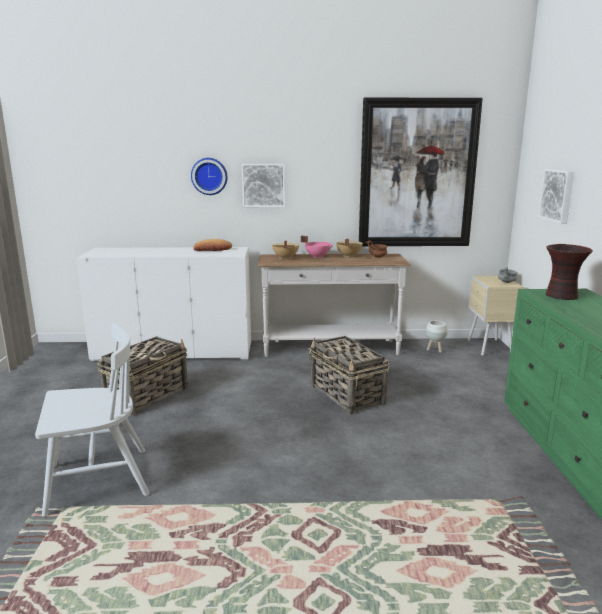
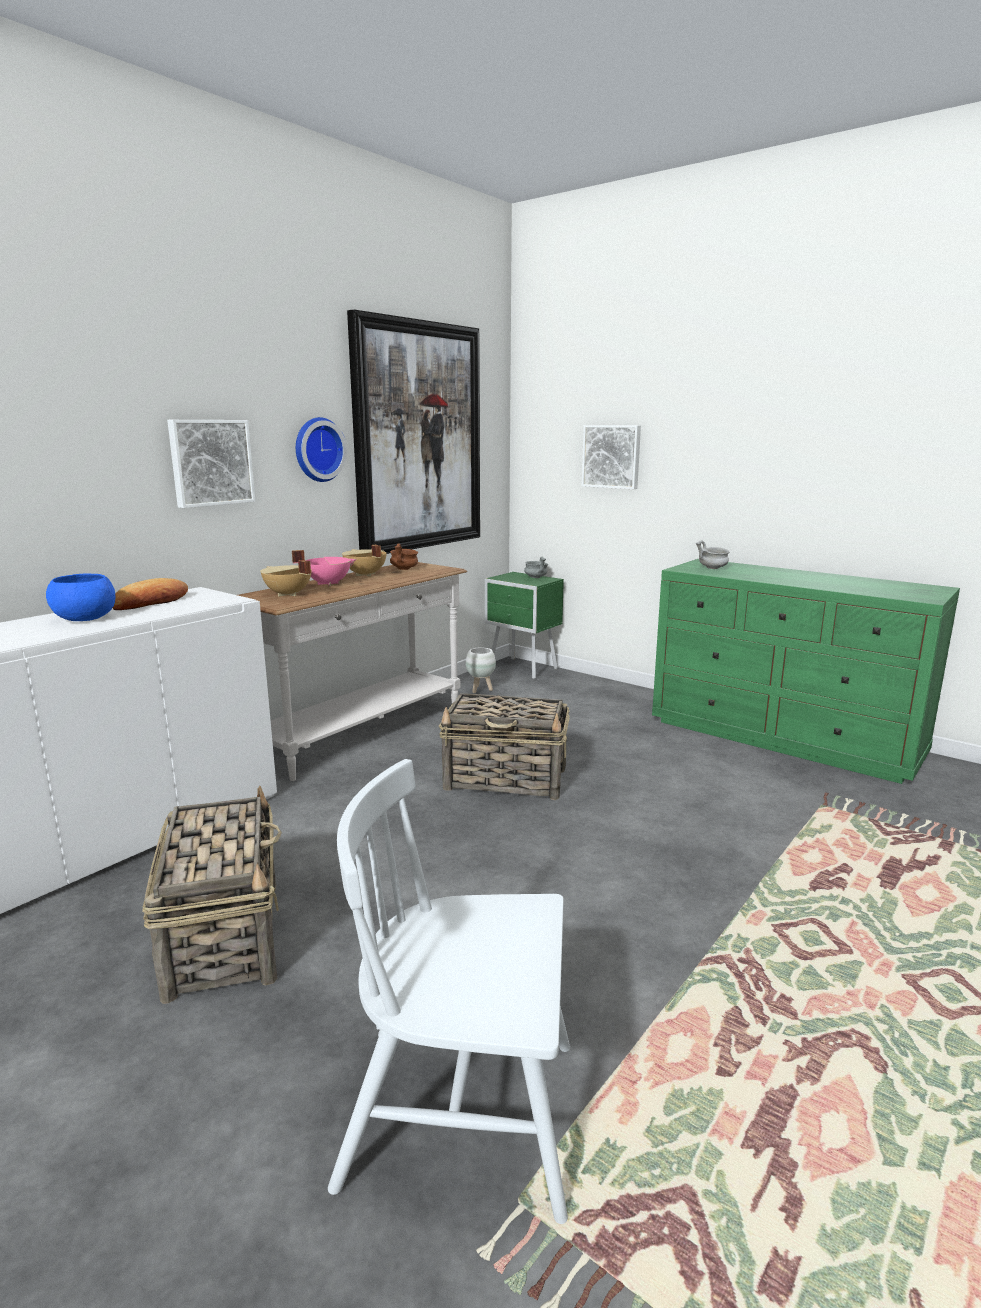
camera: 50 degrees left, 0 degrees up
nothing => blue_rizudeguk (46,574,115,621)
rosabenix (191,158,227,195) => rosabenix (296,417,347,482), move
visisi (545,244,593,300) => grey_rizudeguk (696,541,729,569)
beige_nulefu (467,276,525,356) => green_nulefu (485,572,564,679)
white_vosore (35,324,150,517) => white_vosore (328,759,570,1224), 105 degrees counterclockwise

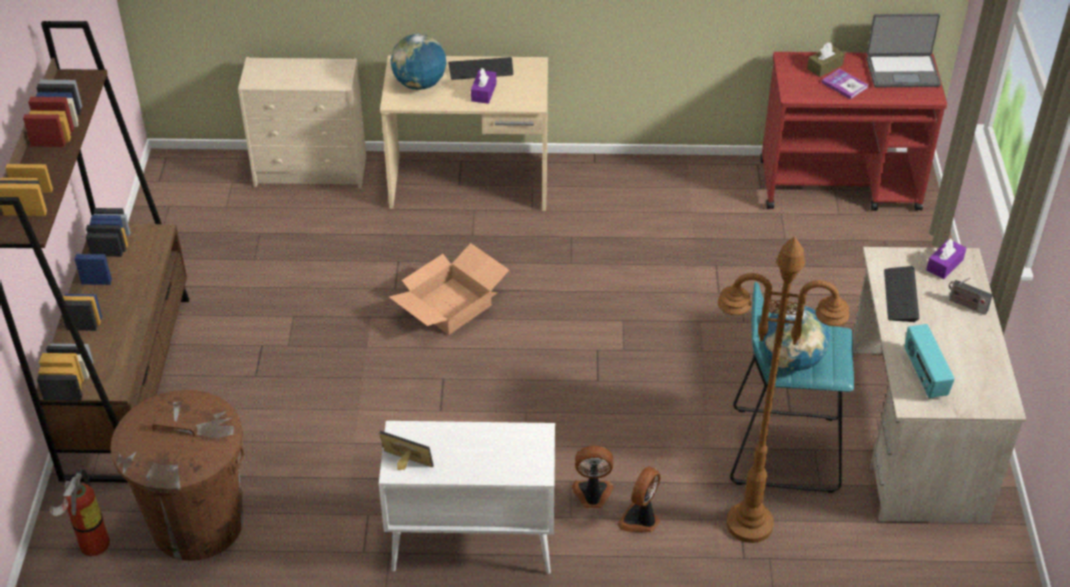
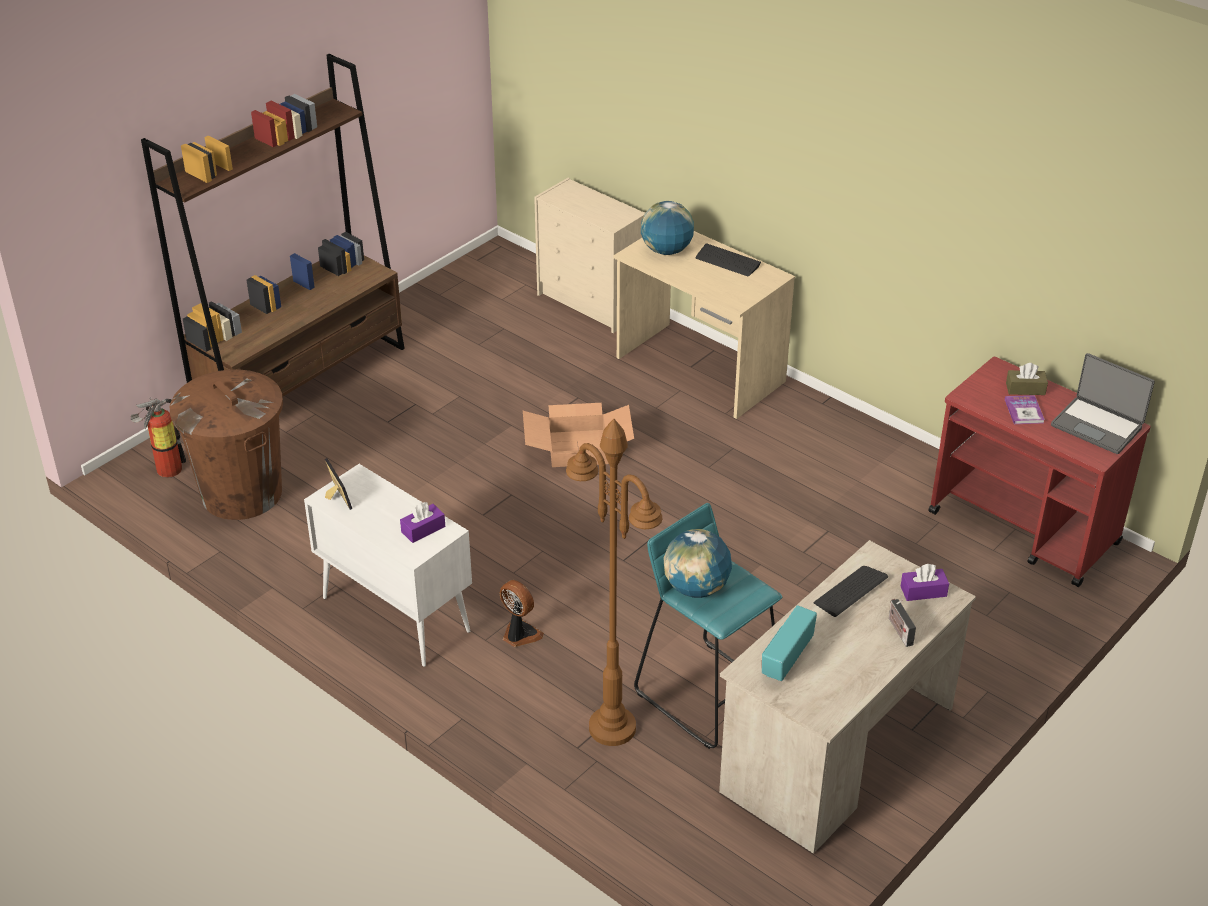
camera: 40 degrees right, 5 degrees down
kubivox (617,466,660,532) => nothing
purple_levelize (471,68,496,104) => purple_levelize (400,502,445,543), move

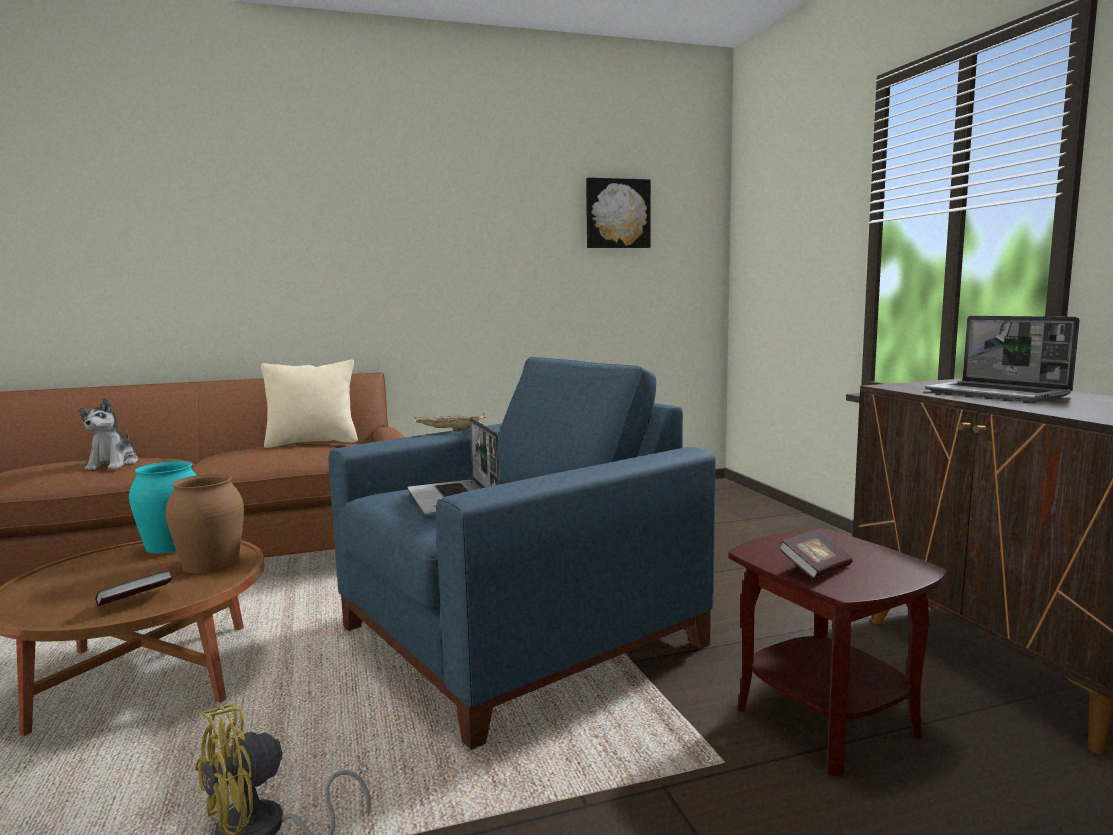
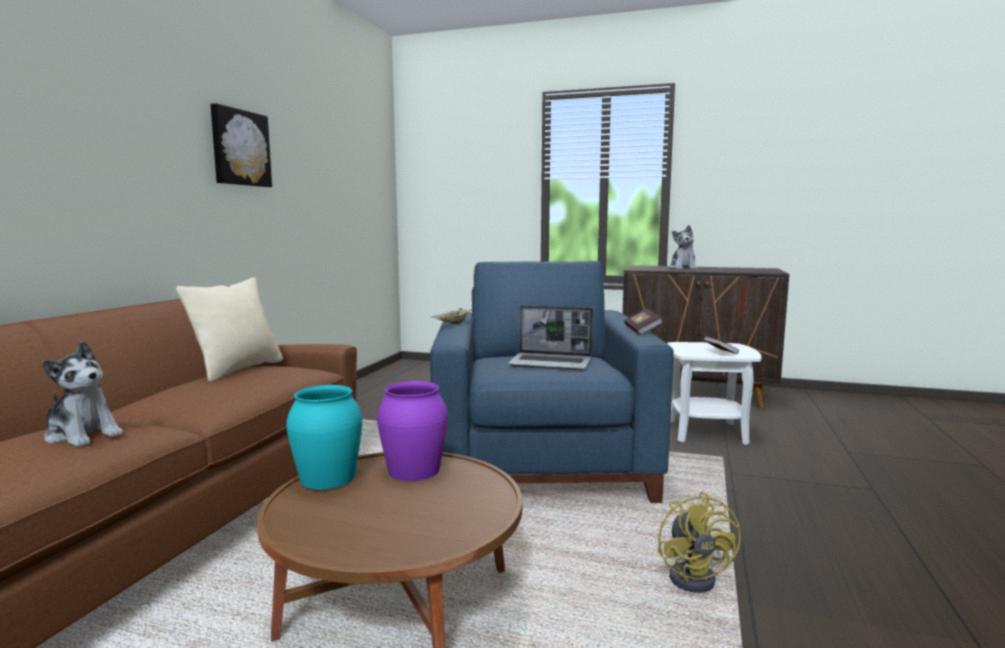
camera: 55 degrees left, 0 degrees up
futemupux (96,570,173,606) => futemupux (624,309,663,335), move
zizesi (586,177,651,248) => zizesi (210,103,272,187), move
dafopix (925,316,1080,401) => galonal (669,225,697,270)
brown_visisi (165,474,244,574) => purple_visisi (377,381,448,481)
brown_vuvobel (728,528,947,777) => white_vuvobel (667,342,762,445)

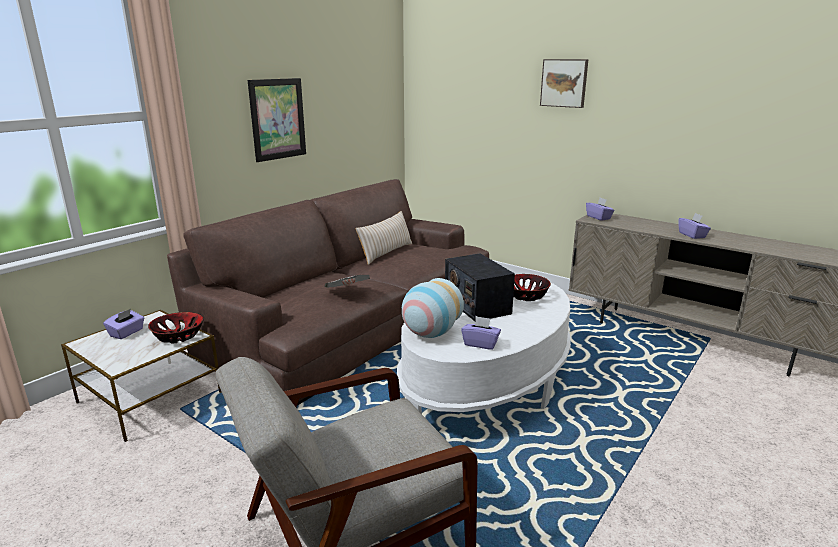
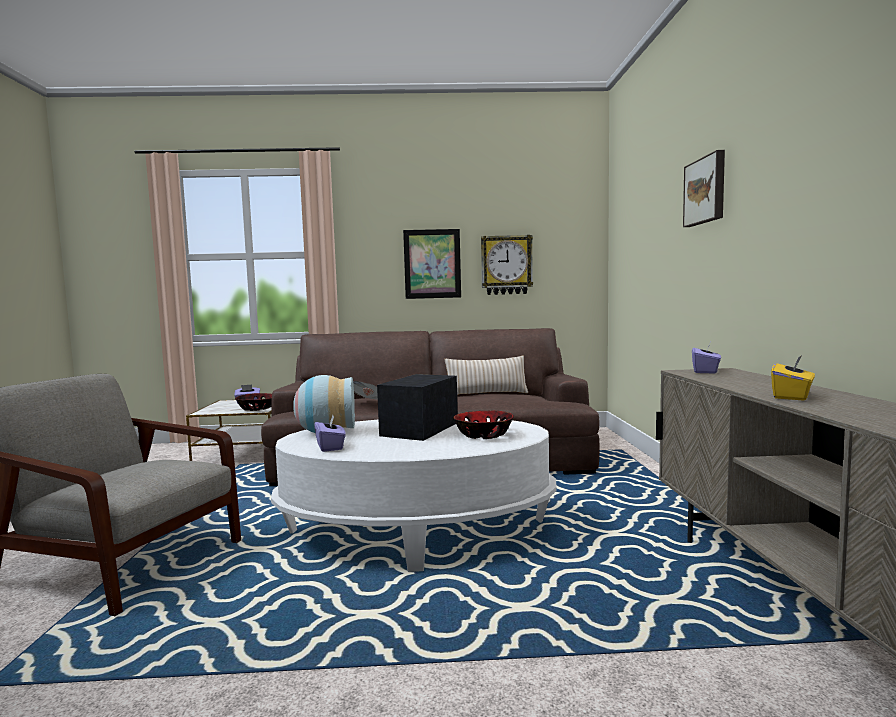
camera: 50 degrees right, 15 degrees down
nothing => rosabenix (481,235,533,295)
purple_levelize (678,213,711,239) => yellow_levelize (771,355,815,401)

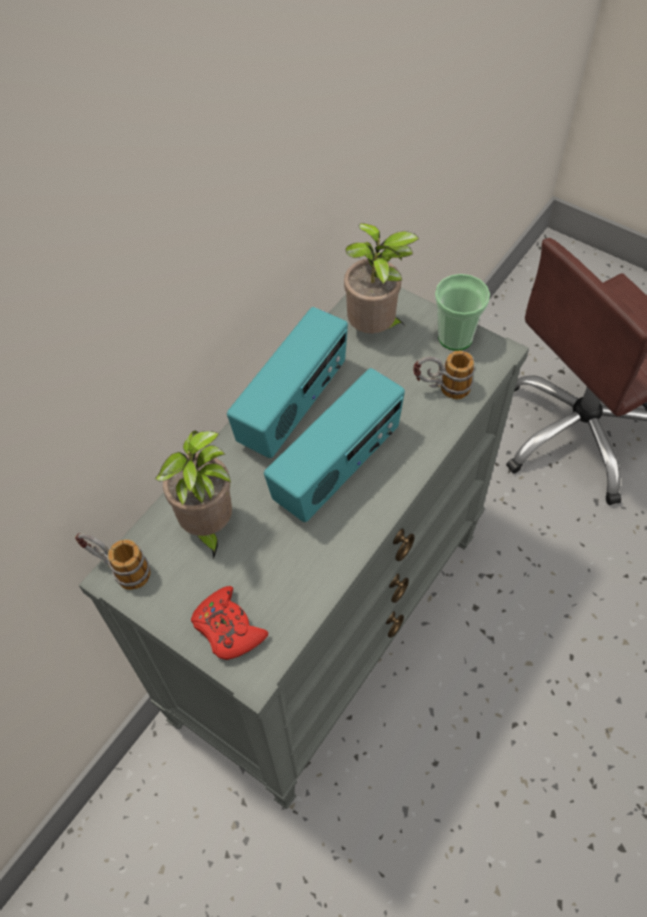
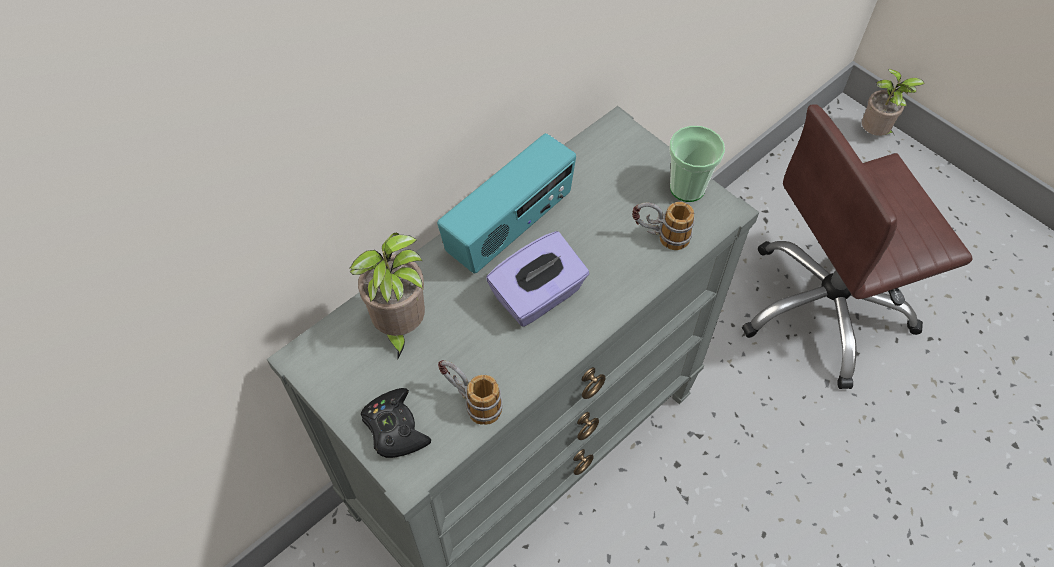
camera: 10 degrees right, 0 degrees up
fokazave (75,533,151,590) => fokazave (438,360,503,425), move
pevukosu (344,223,419,333) => pevukosu (862,69,925,136), move
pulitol (264,368,405,522) => purple_levelize (486,231,589,327)
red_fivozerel (191,586,268,660) => black_fivozerel (361,388,431,458)

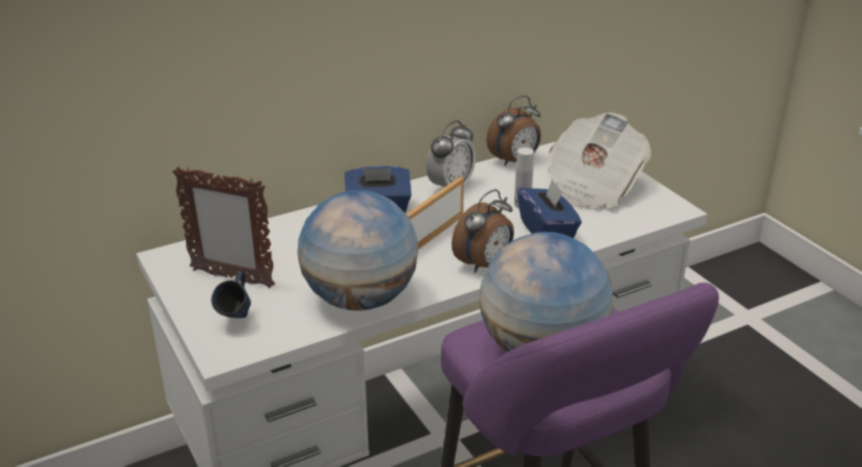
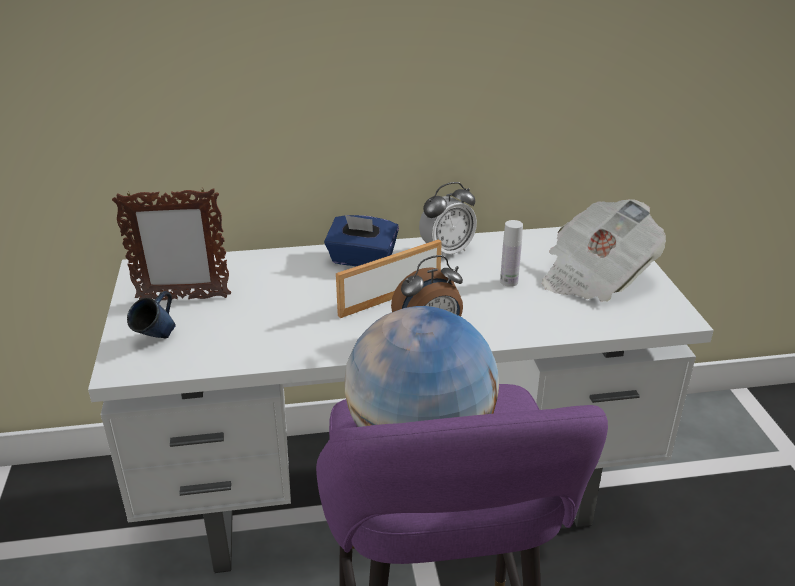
camera: 20 degrees right, 0 degrees up
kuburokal (297,190,418,311) => nothing
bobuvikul (486,95,541,166) => nothing
blue_levelize (517,178,581,238) => nothing
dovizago (173,166,275,288) => dovizago (112,188,231,300), 45 degrees counterclockwise

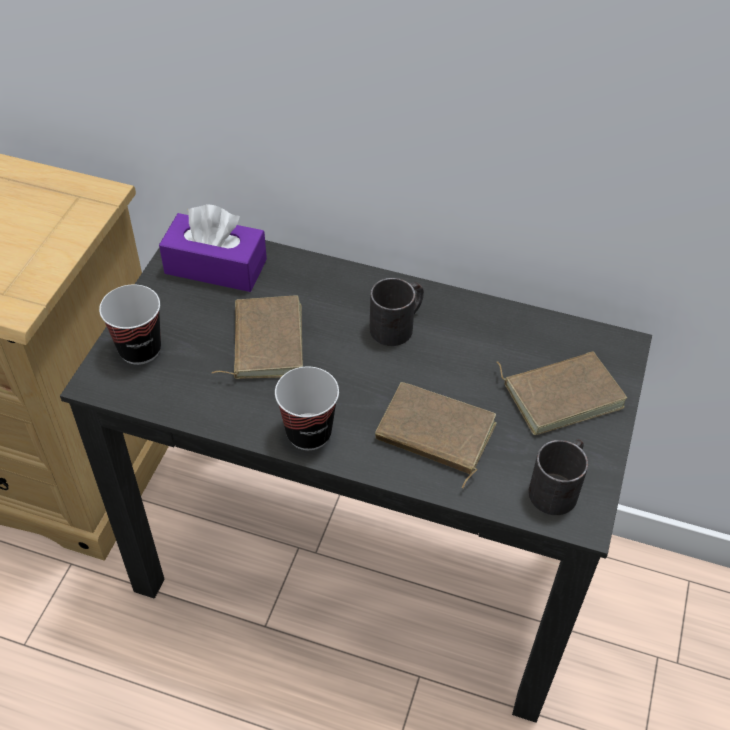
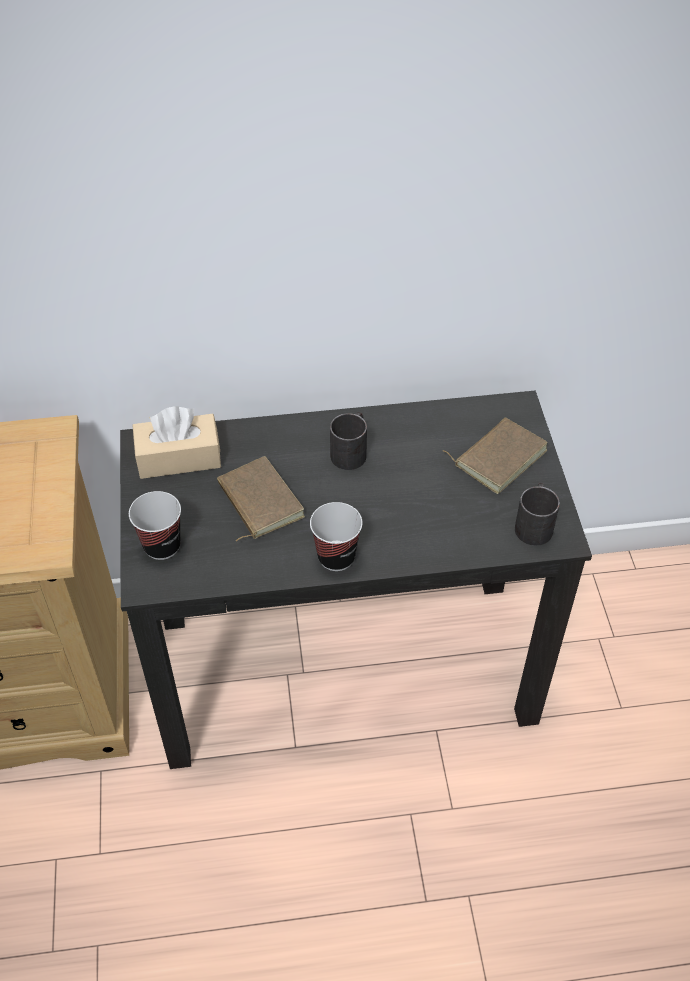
camera: 25 degrees left, 0 degrees up
brown_futemupux (375,382,497,488) => nothing
purple_levelize (159,204,267,292) => beige_levelize (132,406,221,479)

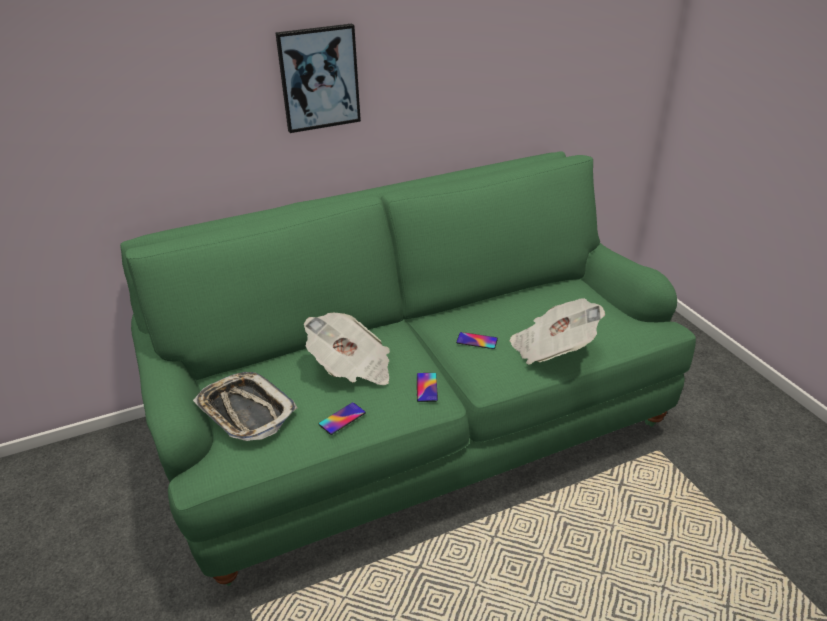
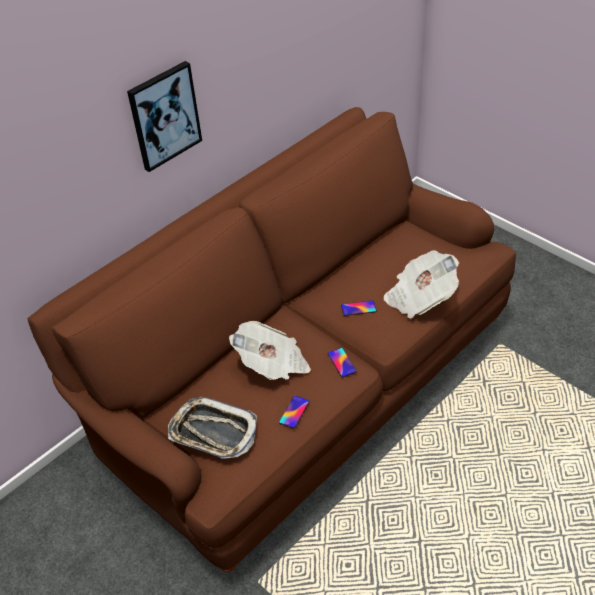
camera: 20 degrees left, 10 degrees up
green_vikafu (120,151,696,586) => brown_vikafu (27,107,516,572)

